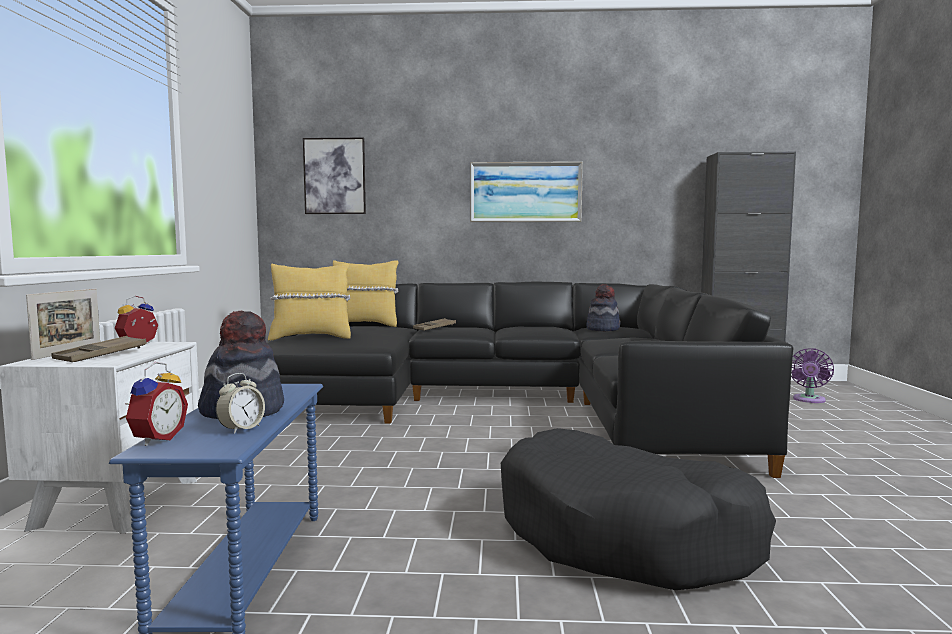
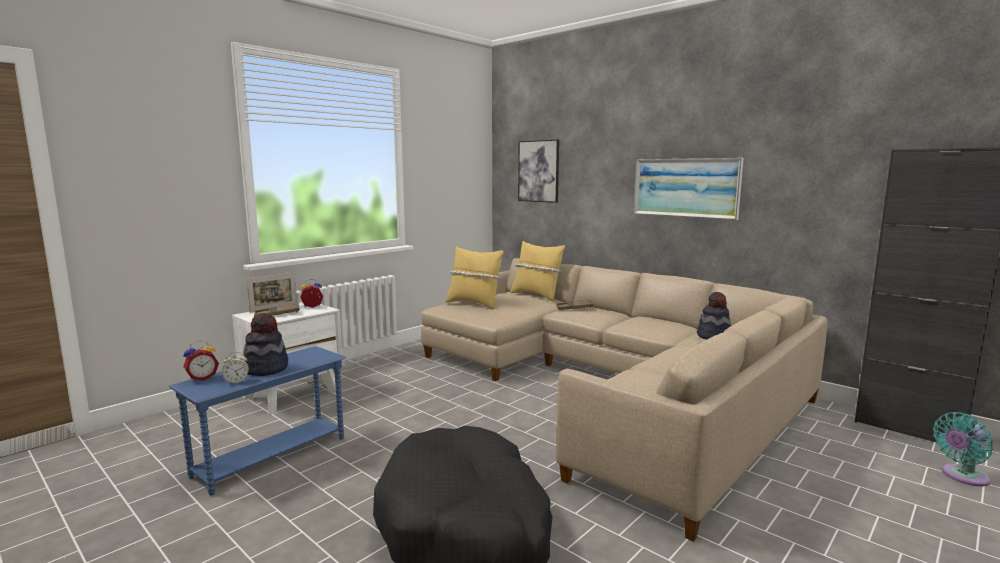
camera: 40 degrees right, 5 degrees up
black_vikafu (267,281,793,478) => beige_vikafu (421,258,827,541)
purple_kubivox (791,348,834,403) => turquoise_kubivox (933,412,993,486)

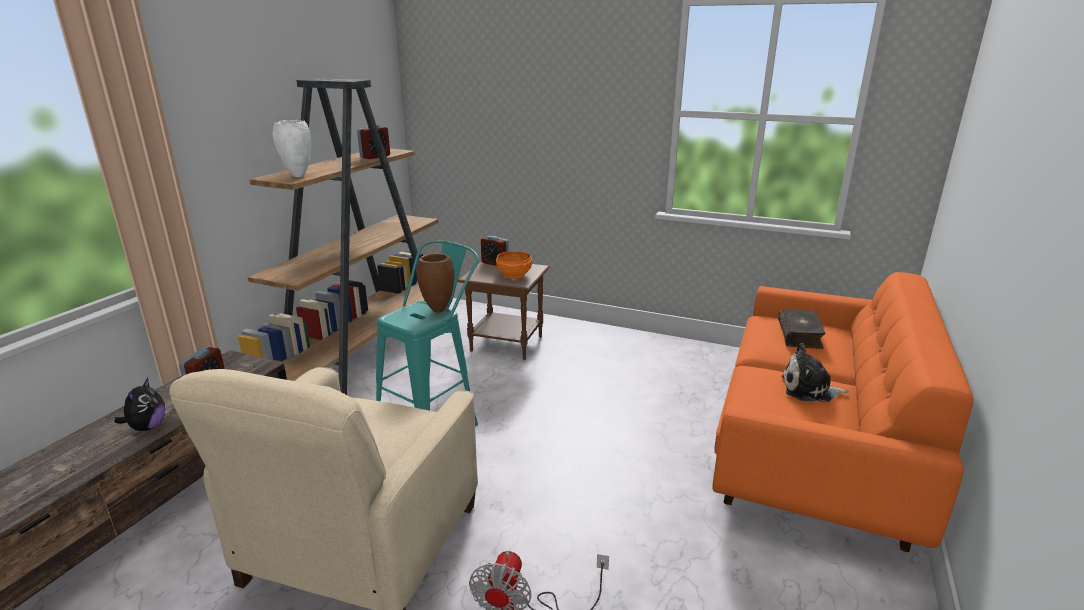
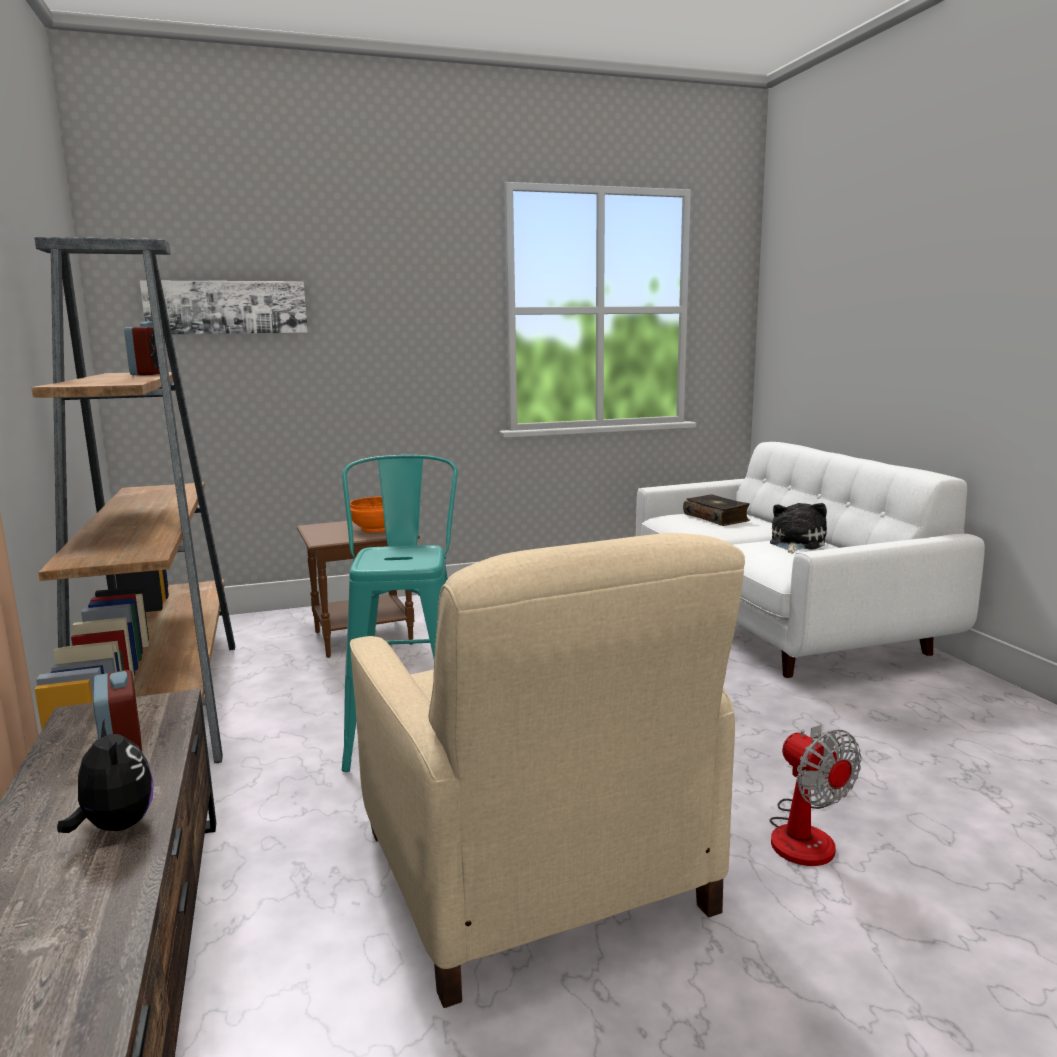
camera: 40 degrees left, 10 degrees down
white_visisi (272,120,311,177) => nothing
brown_visisi (416,253,454,313) => nothing
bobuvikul (481,236,509,266) => nothing
nothing => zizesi (140,280,308,335)
orange_vikafu (713,272,973,552) => white_vikafu (636,442,985,678)
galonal (782,343,849,402) => galonal (770,503,827,553), 150 degrees clockwise

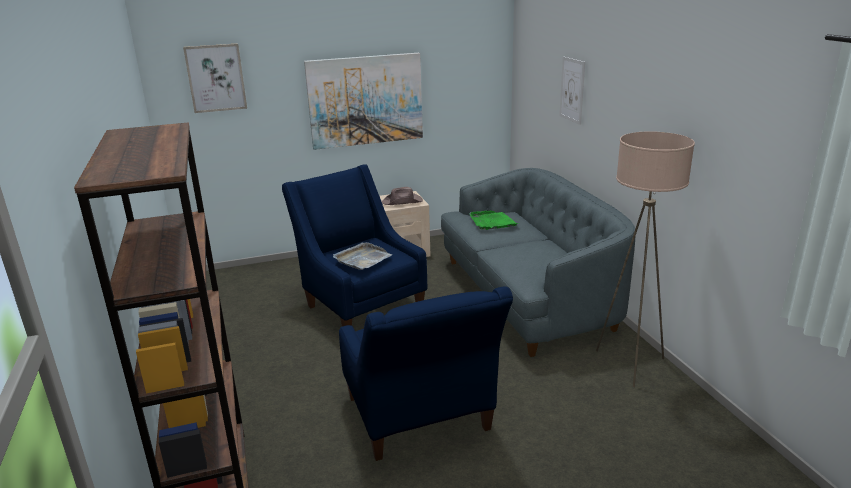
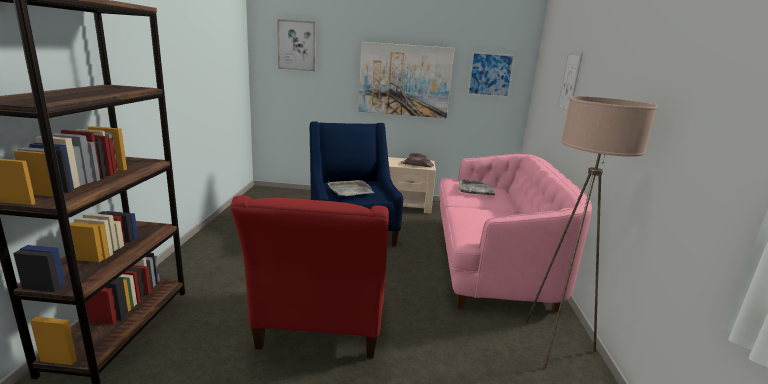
camera: 20 degrees right, 5 degrees down
nothing => zizesi (467,52,515,98)
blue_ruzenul (339,286,513,461) => red_ruzenul (231,195,389,358)
grey_vikafu (441,168,635,357) => pink_vikafu (439,154,592,312)
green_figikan (469,210,519,230) => grey_figikan (458,179,496,195)

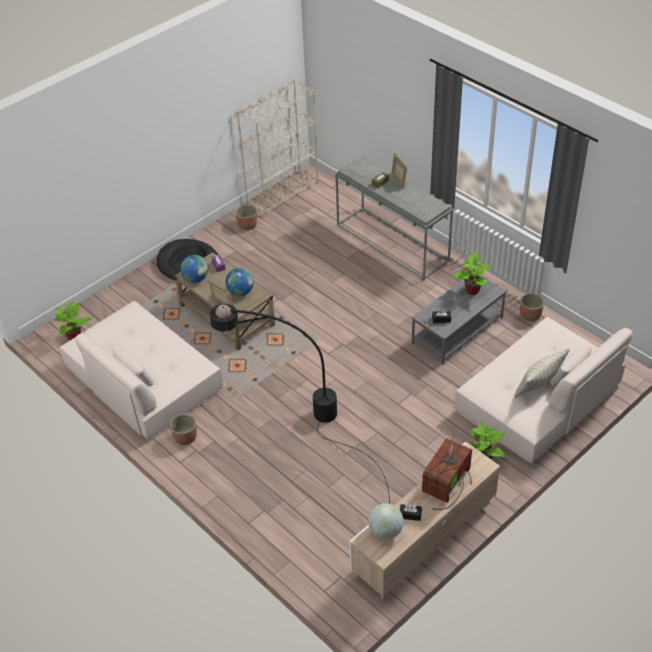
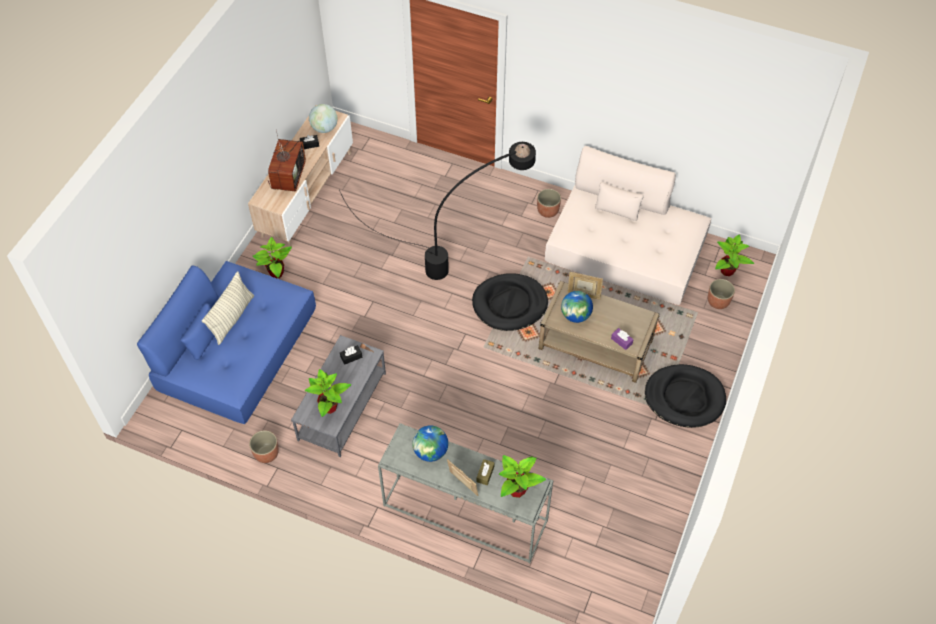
camera: 155 degrees right, 10 degrees up
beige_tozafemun (237,79,319,216) => nothing
nothing => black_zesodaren (472,273,548,331)
nothing => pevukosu (499,455,546,498)
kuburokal (180,255,208,283) => kuburokal (412,425,448,462), move
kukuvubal (236,205,257,230) => kukuvubal (708,279,735,309), move
beige_vikafu (455,317,632,463) => blue_vikafu (137,261,316,424)

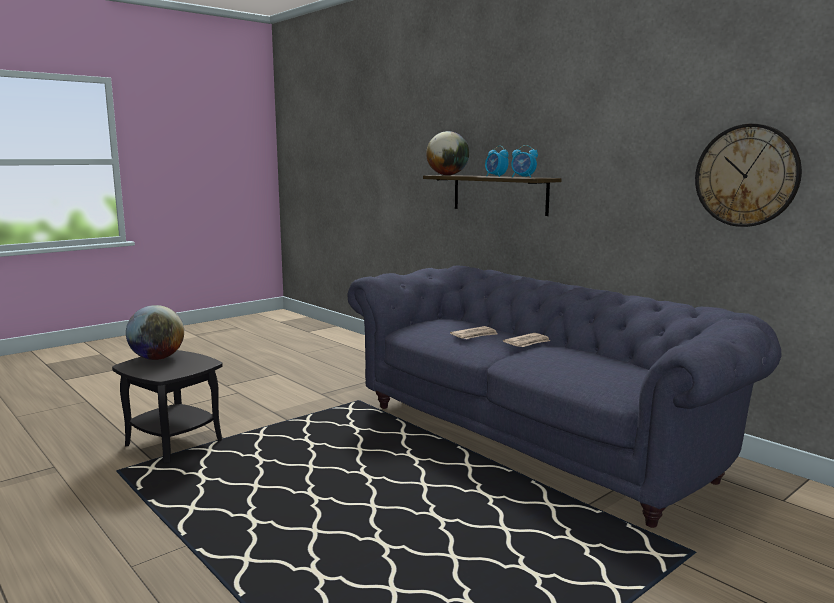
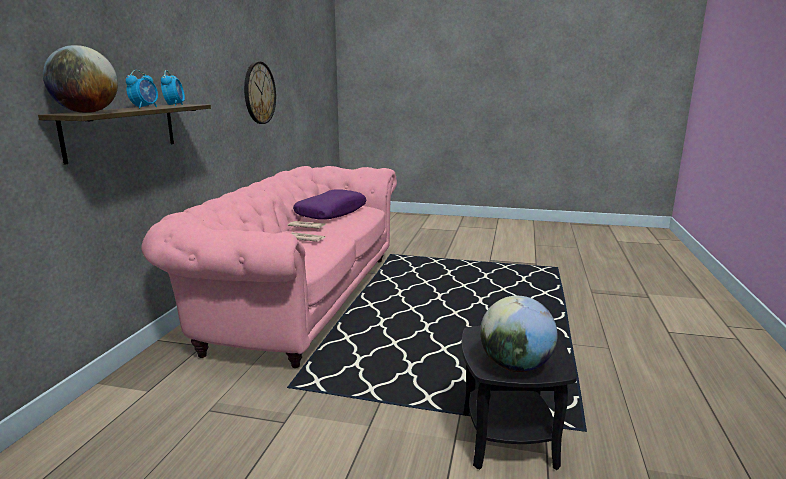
camera: 125 degrees left, 5 degrees up
nothing => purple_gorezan (293,190,366,220)
blue_vikafu (347,266,782,528) => pink_vikafu (141,166,397,368)

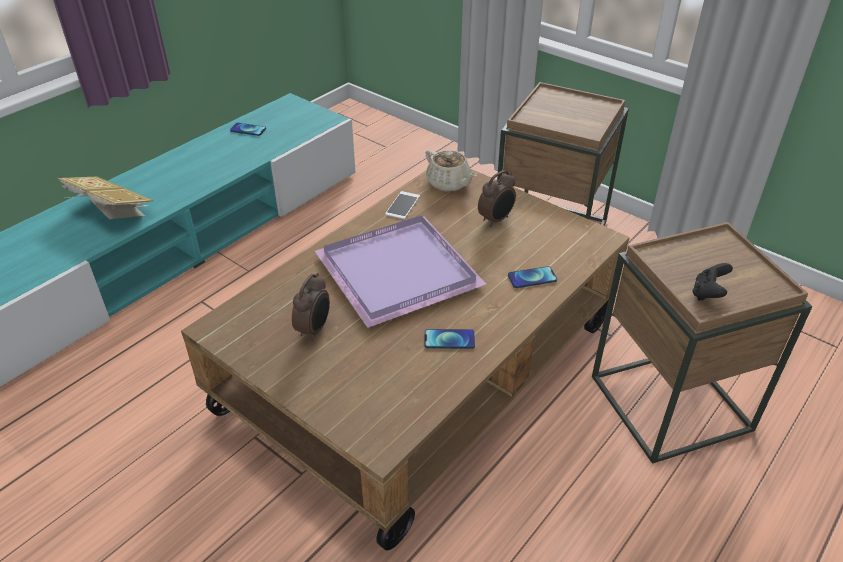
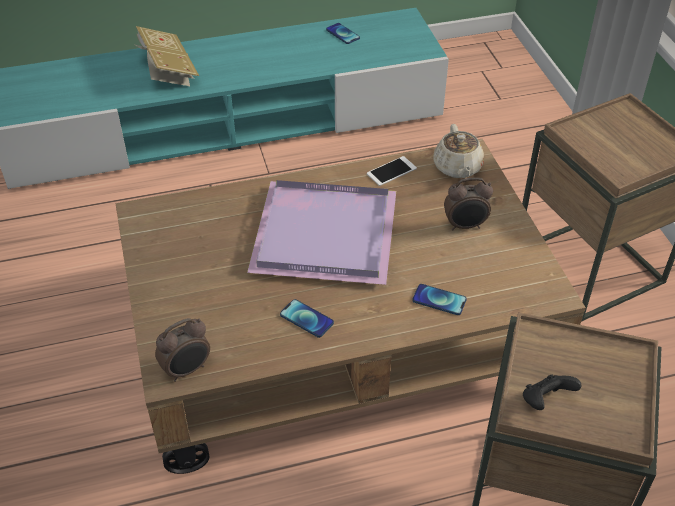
camera: 35 degrees right, 5 degrees up
bobuvikul (292,273,330,341) => bobuvikul (155,318,210,382), move

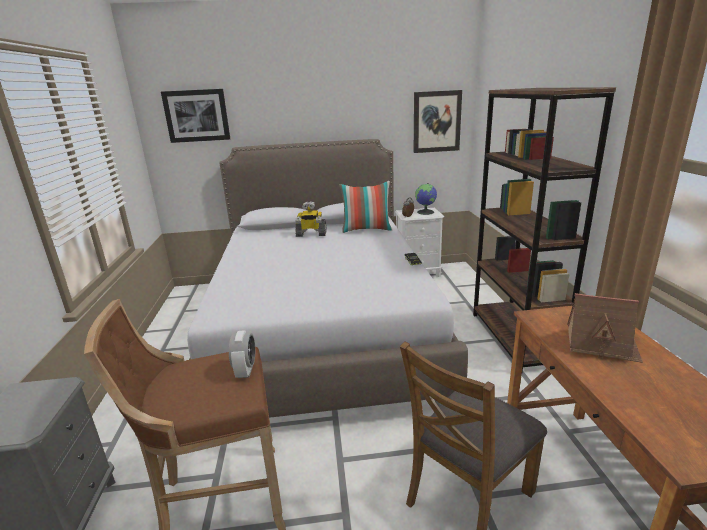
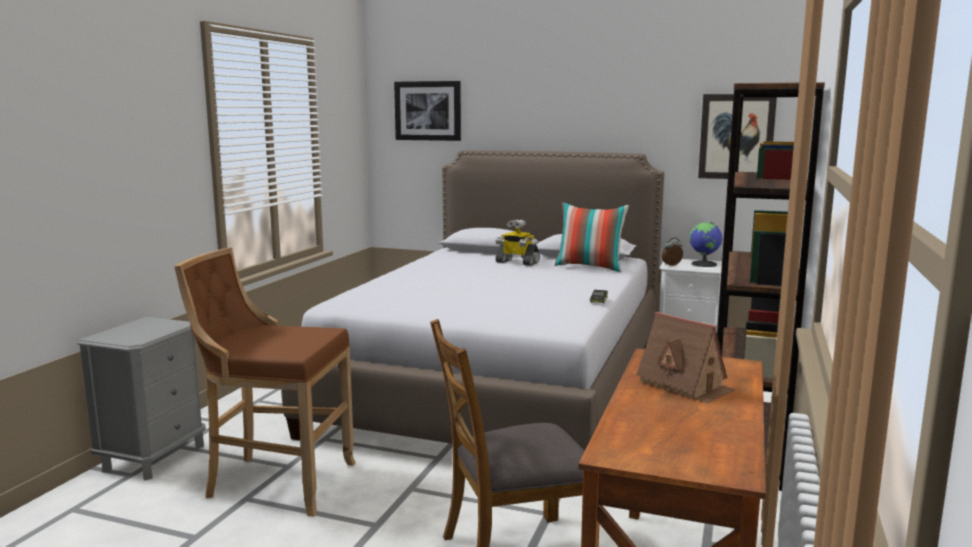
camera: 25 degrees right, 10 degrees down
bobuvikul (229,330,255,378) => nothing

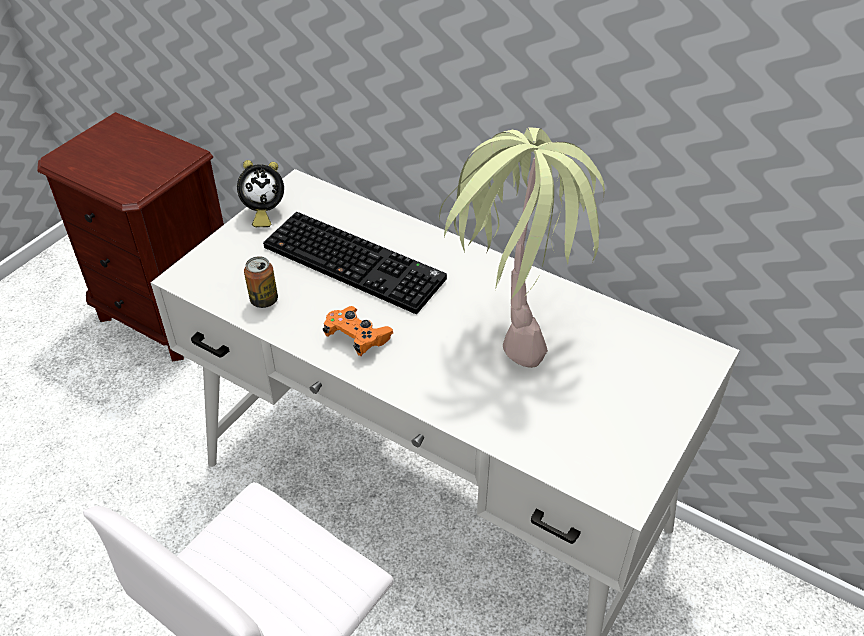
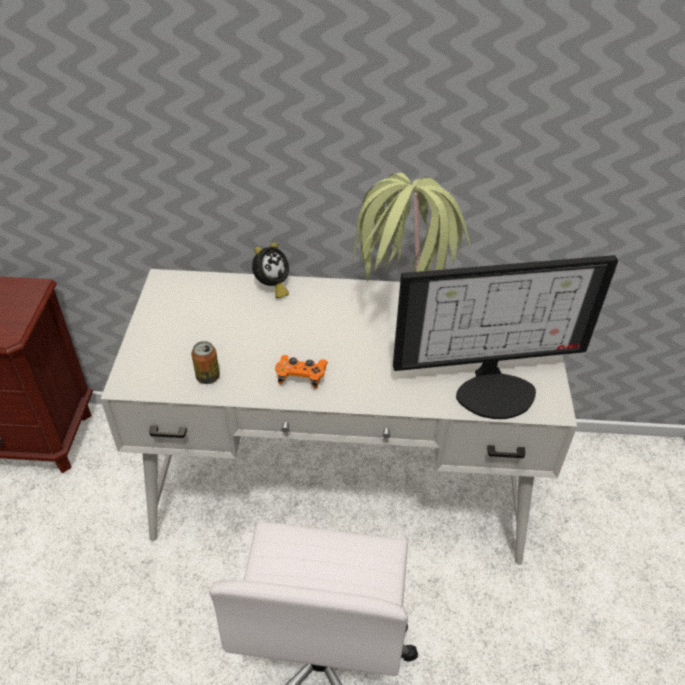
camera: 30 degrees left, 0 degrees up
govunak (263,212,447,314) => nothing
nothing => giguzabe (393,255,618,419)
bobuvikul (237,160,284,227) => bobuvikul (252,242,289,299), move

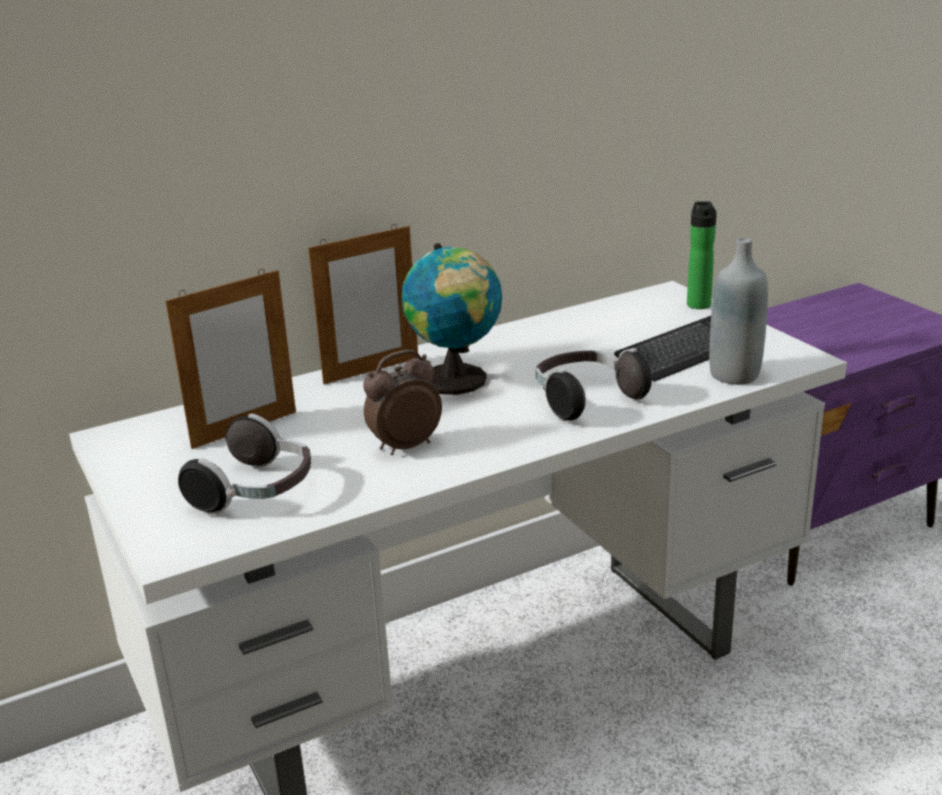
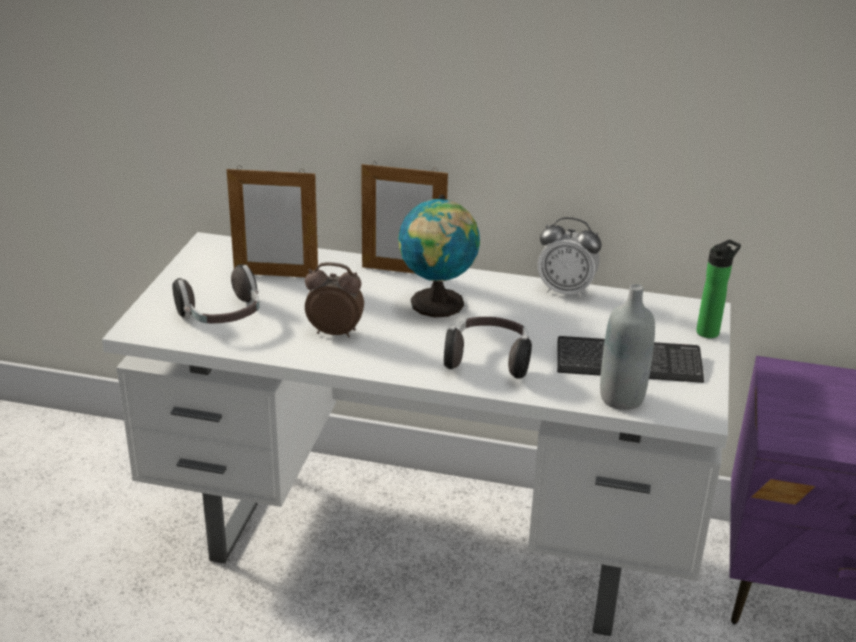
camera: 40 degrees right, 5 degrees up
nothing => bobuvikul (538,217,602,299)

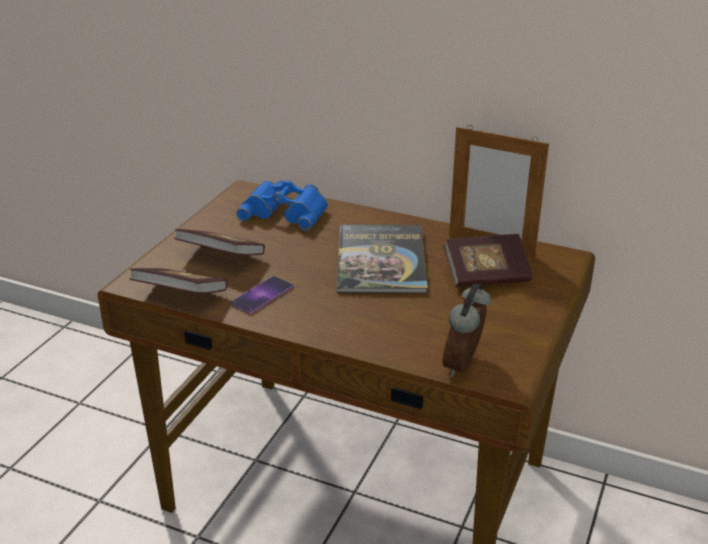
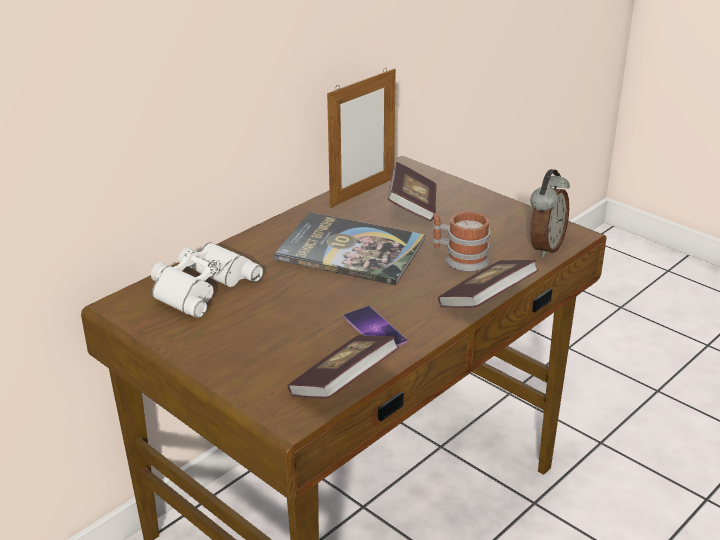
camera: 70 degrees left, 0 degrees up
nothing => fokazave (432,211,490,272)
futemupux (175,229,265,255) => futemupux (438,260,539,308), move
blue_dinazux (236,180,328,231) => white_dinazux (151,242,263,318)
bobuvikul (442,284,491,377) => bobuvikul (530,169,570,258), 105 degrees counterclockwise

